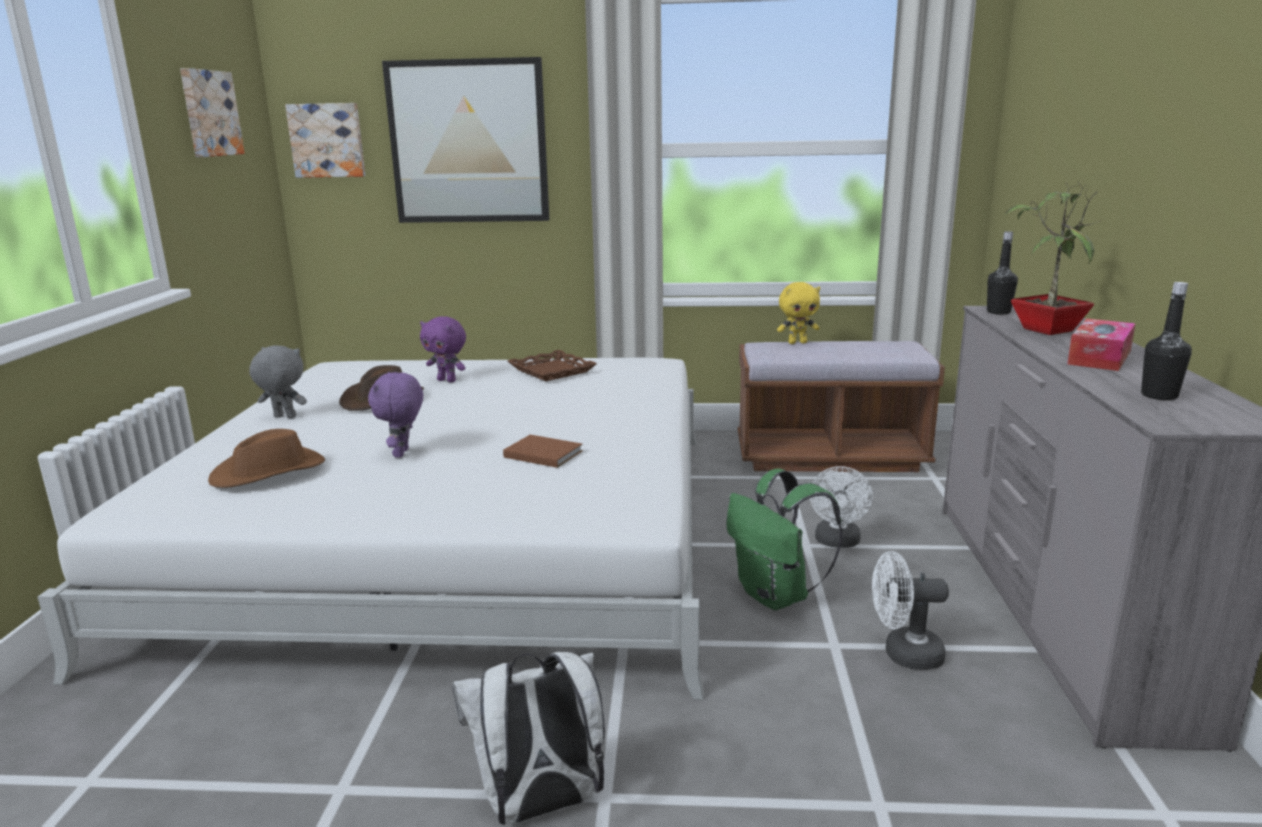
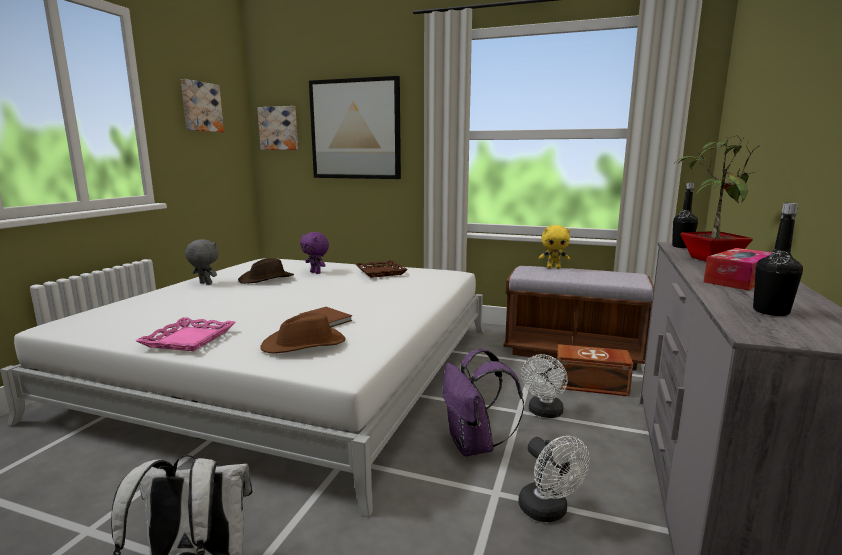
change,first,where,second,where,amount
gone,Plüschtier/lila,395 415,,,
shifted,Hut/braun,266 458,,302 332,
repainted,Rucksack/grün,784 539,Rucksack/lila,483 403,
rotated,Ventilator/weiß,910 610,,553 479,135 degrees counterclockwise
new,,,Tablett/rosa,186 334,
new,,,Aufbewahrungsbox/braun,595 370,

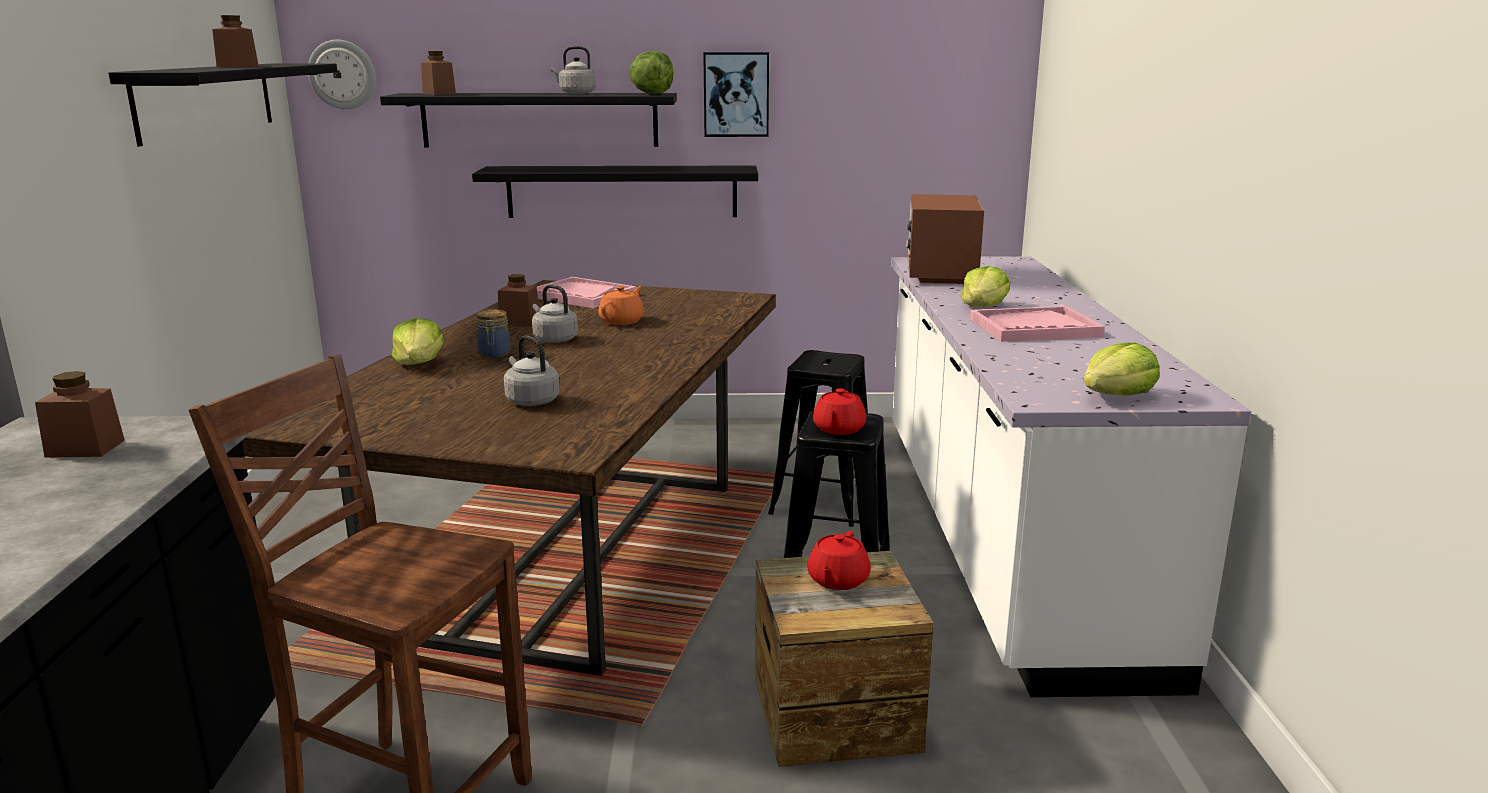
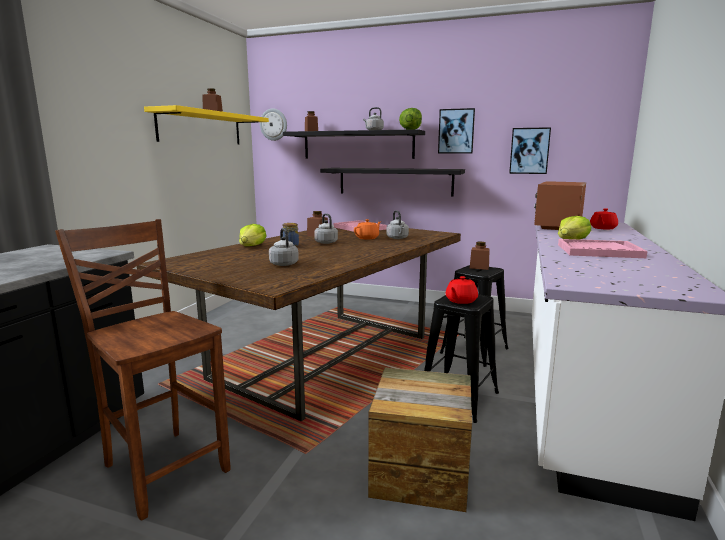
change,first,where,second,where,amount
repainted,Wandregal/schwarz,223 105,Wandregal/gelb,206 124,
gone,Salatkopf,1121 369,,,
shifted,Vorratsglas/braun,80 414,,480 256,
shifted,Teekanne/rot,839 560,,604 219,
new,,,Bild,530 150,
new,,,Wasserkessel/grau,397 224,

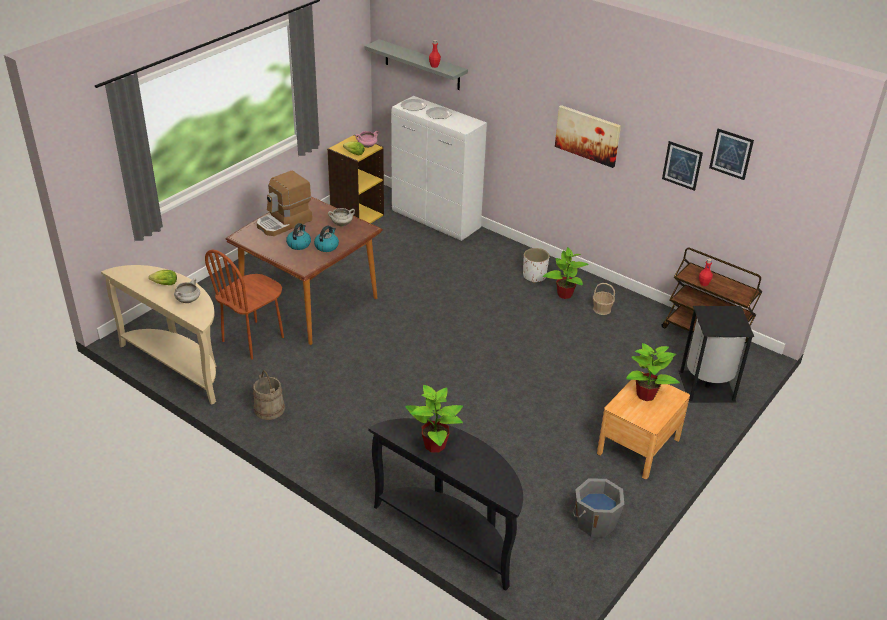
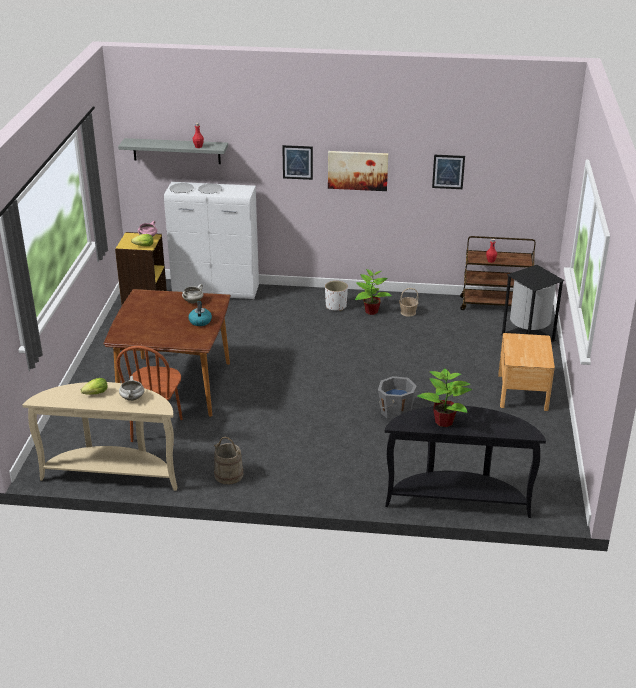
change,first,where,second,where,amount
shifted,Bild,731 154,,297 162,
gone,Kaffeemaschine,284 203,,,
gone,Wasserkessel,298 236,,,
gone,Topfpflanze,653 372,,,
shifted,Eimer/grau,598 507,,397 398,

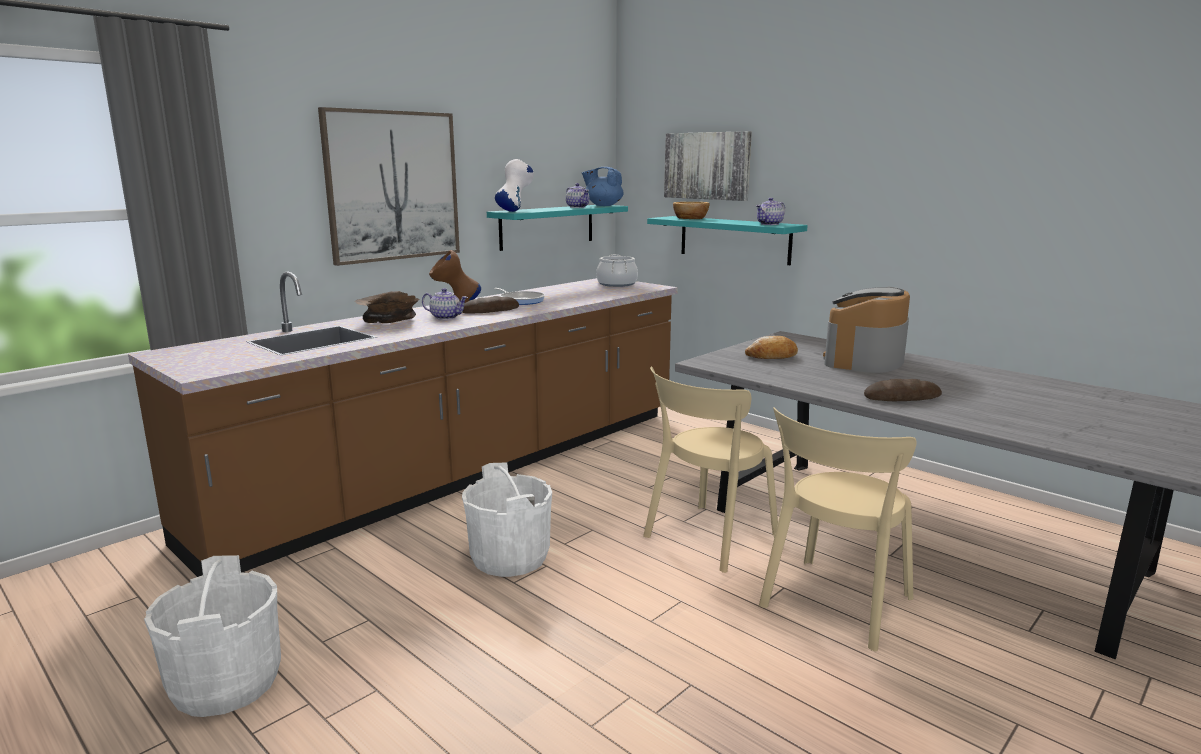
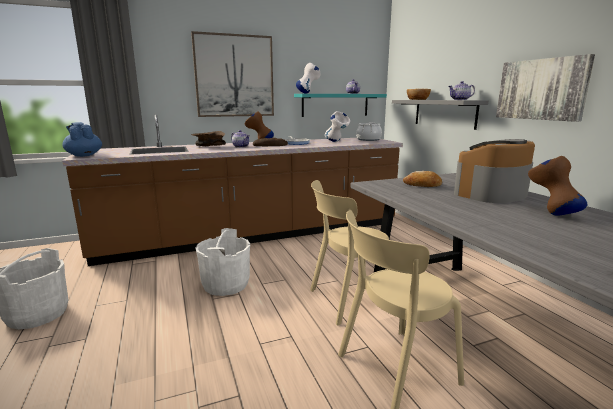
change,first,where,second,where,amount
shifted,Bild,708 166,,545 88,
shifted,Teekanne/blau,603 186,,82 139,
repainted,Wandregal/türkis,727 240,Wandregal/grau,440 115,
gone,Brot,903 390,,,
new,,,Vase/weiß,337 126,
new,,,Vase/braun,558 186,

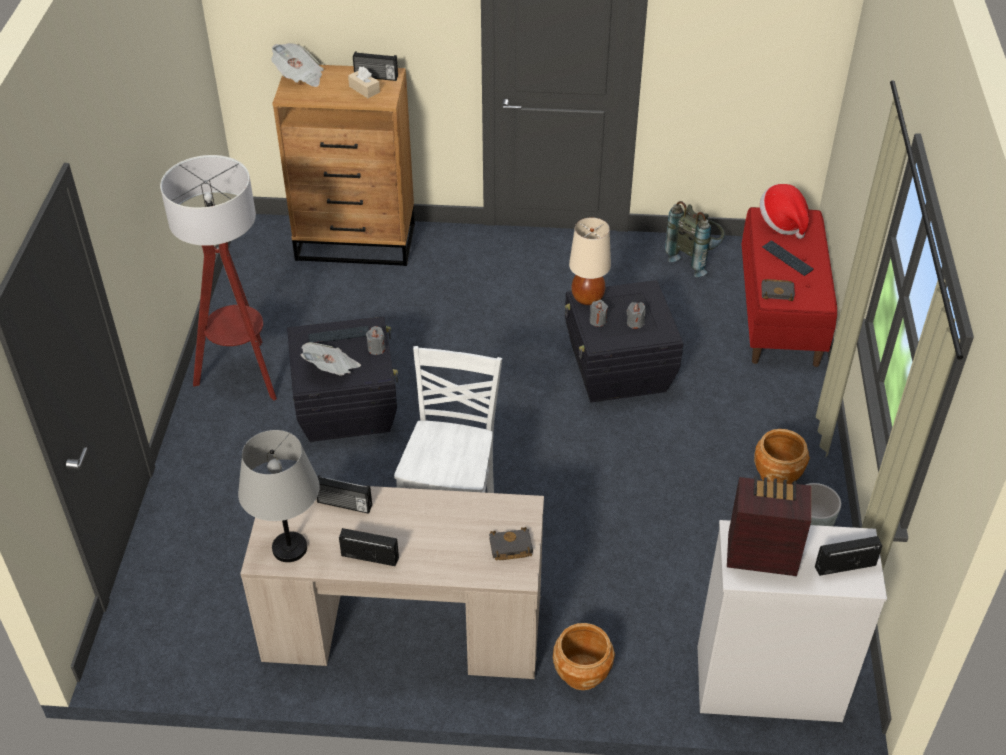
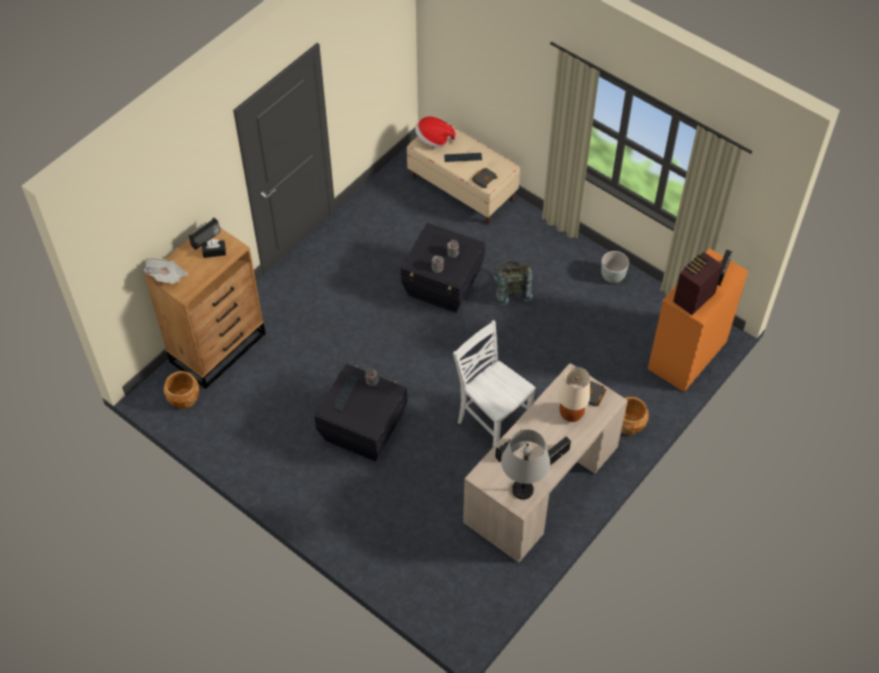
change,first,where,second,where,amount
repainted,Taschentuchbox/beige,364 82,Taschentuchbox/schwarz,214 248,
gone,Stehlampe,218 278,,,
shifted,Rucksack/grau,695 239,,513 283,
repainted,Bank/rot,789 287,Bank/beige,463 171,
shifted,Tischlampe/beige,590 261,,574 394,
gone,Zeitung,331 359,,,
shifted,Pflanzkübel/braun,782 456,,181 390,
repainted,Kommode/weiß,792 621,Kommode/orange,698 320,

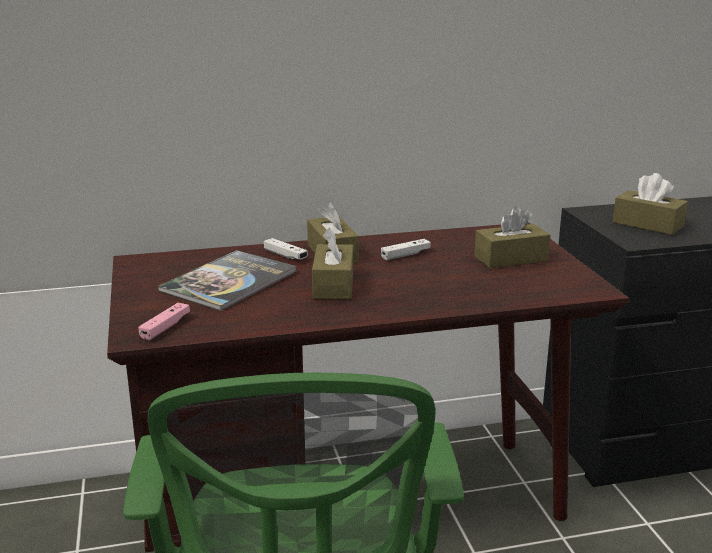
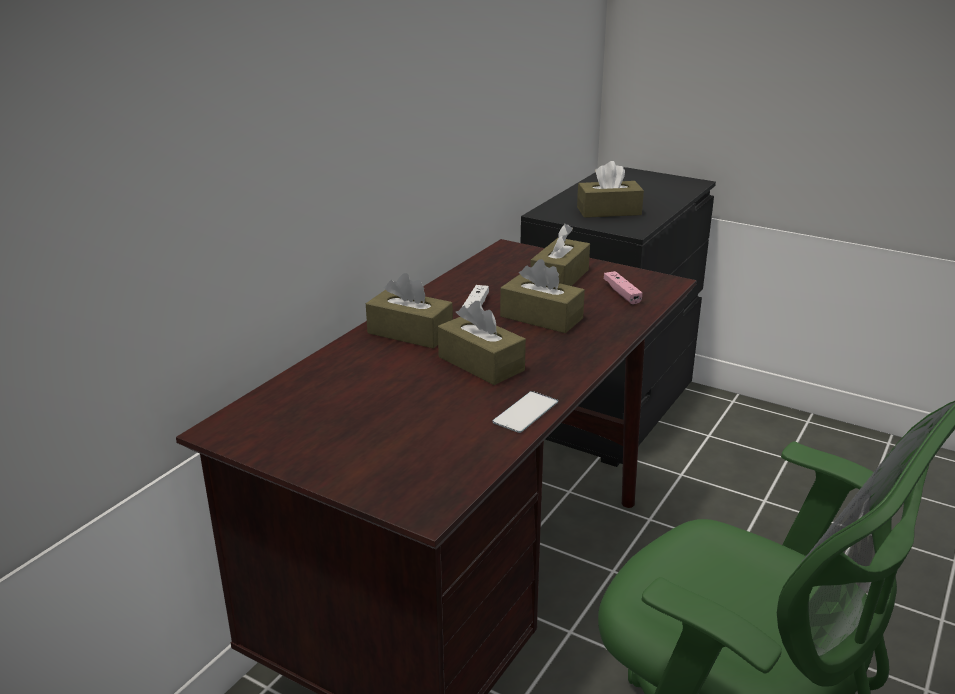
change,first,where,second,where,amount
gone,Gamepad/weiß,286 249,,,
gone,Buch,227 280,,,
shifted,Gamepad/rosa,164 321,,623 287,
new,,,Taschentuchbox/braun,542 296,
new,,,Handy,525 412,

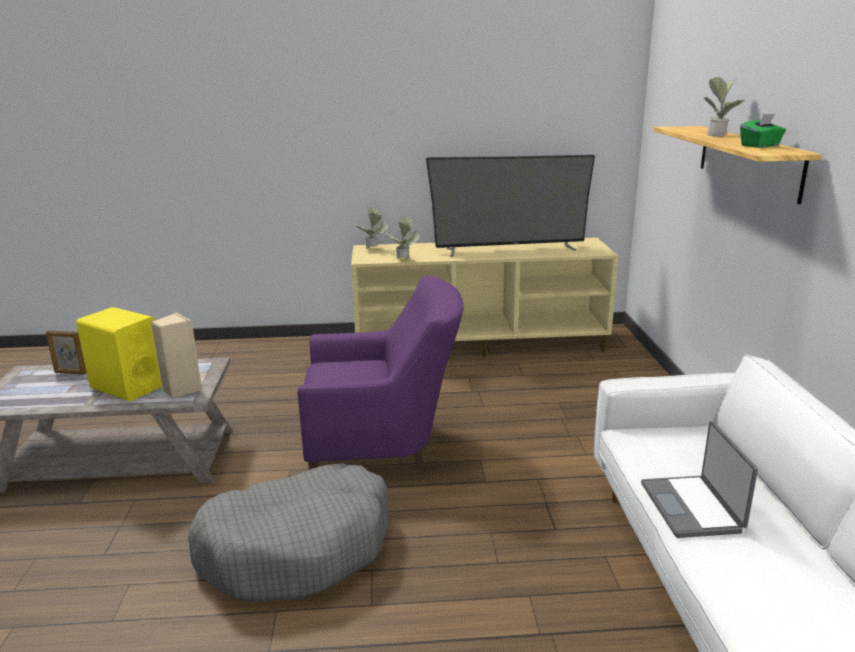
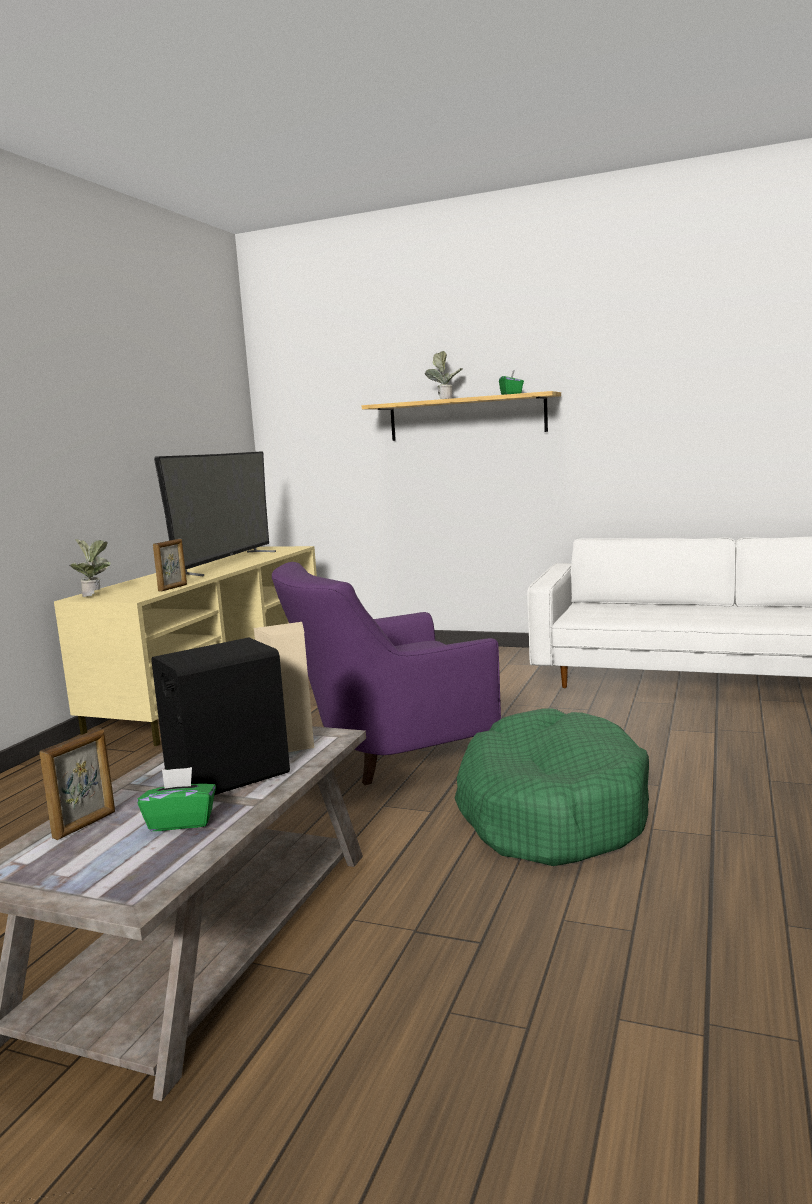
change,first,where,second,where,amount
swapped,Topfpflanze,402 237,Bilderrahmen,170 565,
rotated,Sessel/lila,380 373,,386 673,135 degrees counterclockwise
repainted,Lautsprecher/gelb,119 354,Lautsprecher/schwarz,220 716,
gone,Laptop,699 479,,,
repainted,Hundebett/grau,288 532,Hundebett/grün,552 787,
new,,,Taschentuchbox/grün,176 799,

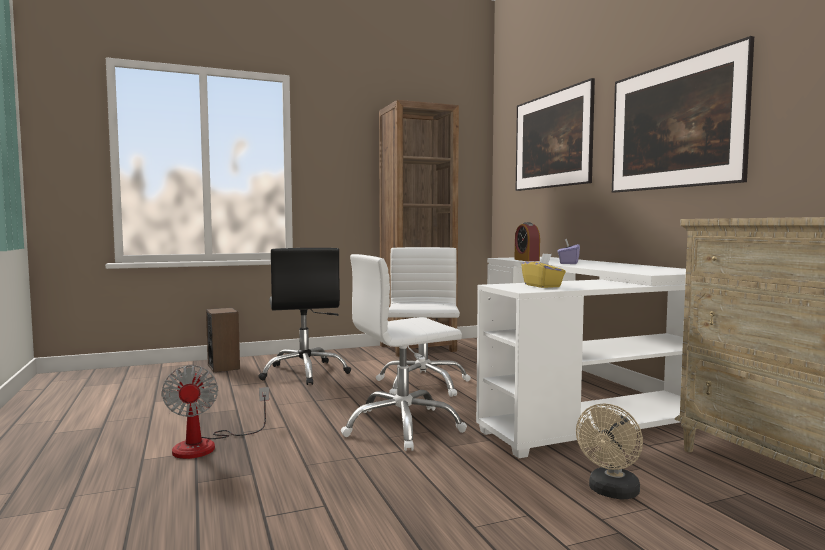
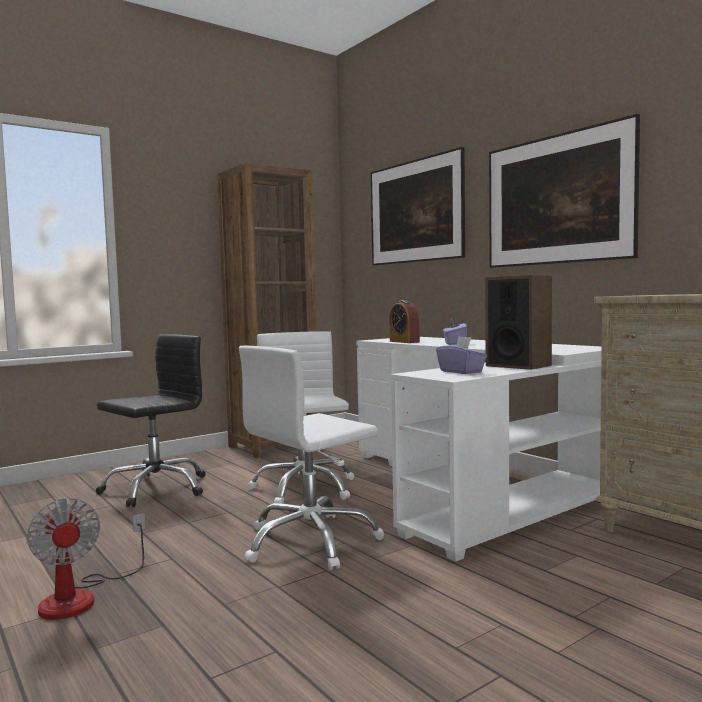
change,first,where,second,where,amount
rotated,Bürostuhl/schwarz,304 316,,150 420,105 degrees counterclockwise
repainted,Taschentuchbox/gelb,543 270,Taschentuchbox/lila,461 355,
shifted,Lautsprecher,223 340,,518 322,
gone,Ventilator/beige,609 451,,,

